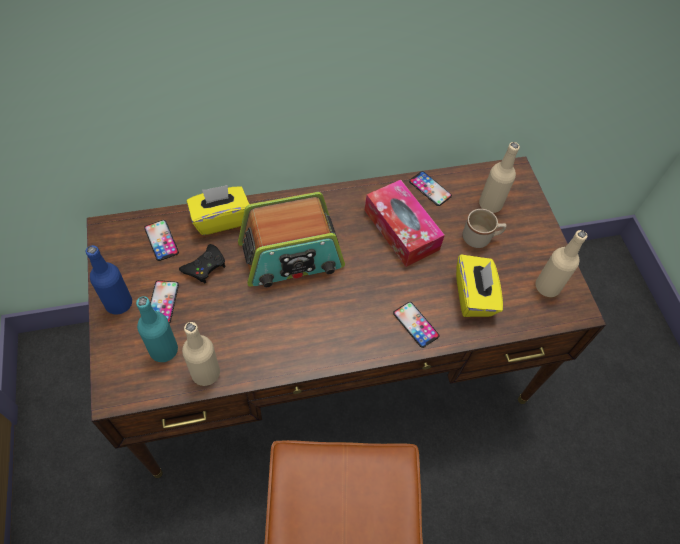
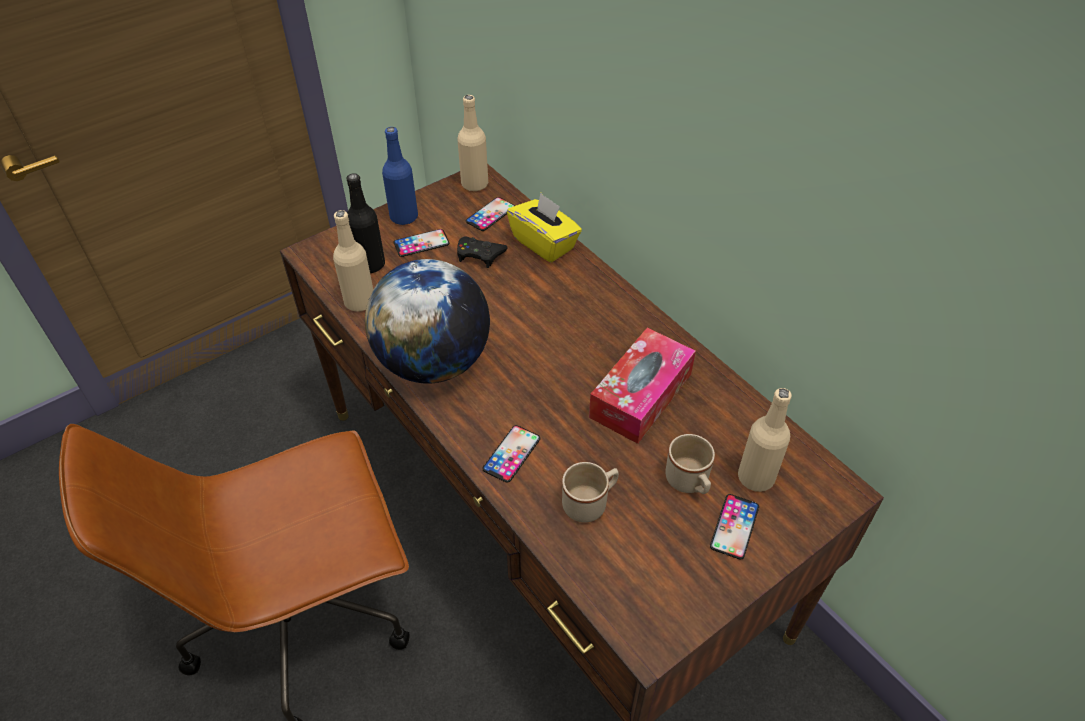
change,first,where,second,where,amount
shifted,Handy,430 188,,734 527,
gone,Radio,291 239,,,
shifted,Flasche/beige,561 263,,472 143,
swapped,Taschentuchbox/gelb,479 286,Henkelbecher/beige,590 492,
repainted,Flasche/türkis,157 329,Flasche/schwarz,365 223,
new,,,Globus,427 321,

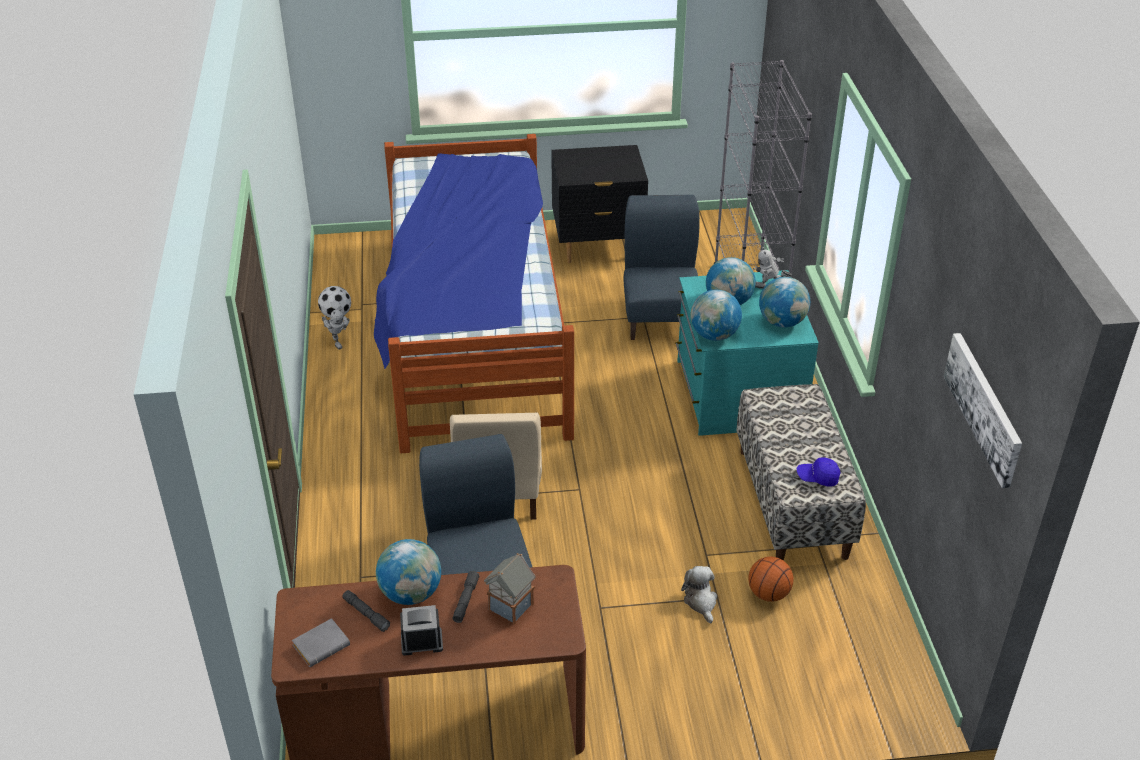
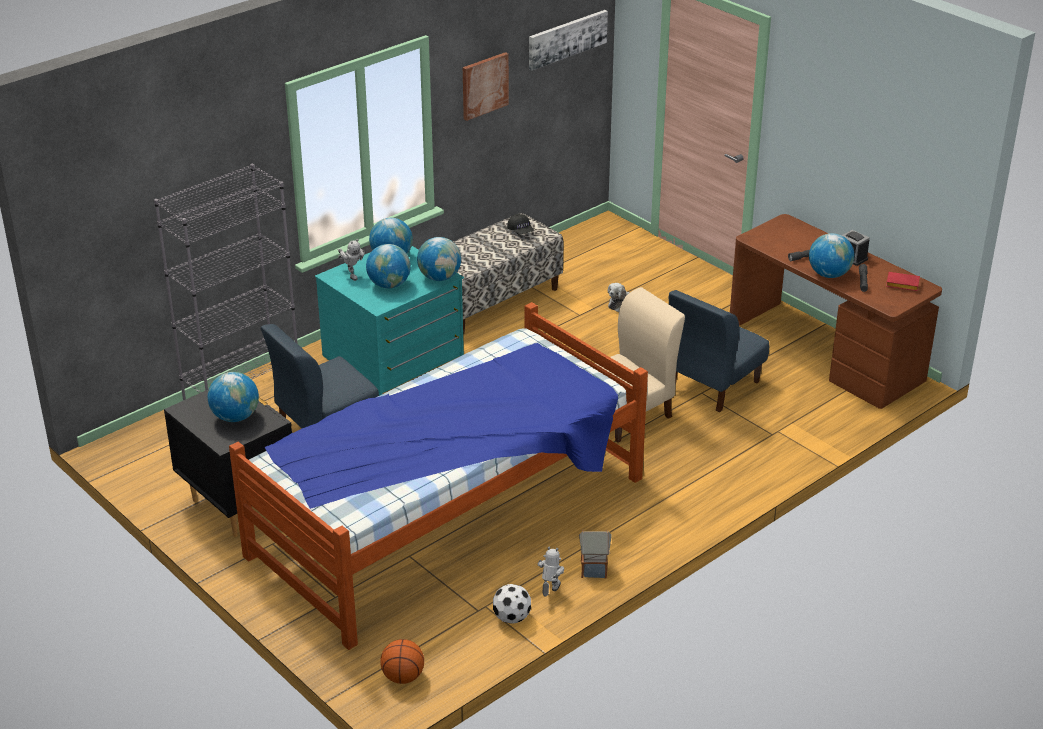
change,first,where,second,where,amount
repainted,Kappe/blau,818 472,Kappe/schwarz,520 224,
shifted,Spielzeughaus,510 588,,595 554,
shifted,Basketball,770 579,,402 661,
repainted,Buch/grau,321 642,Buch/rot,903 281,
new,,,Bild,486 86,
new,,,Globus,233 397,

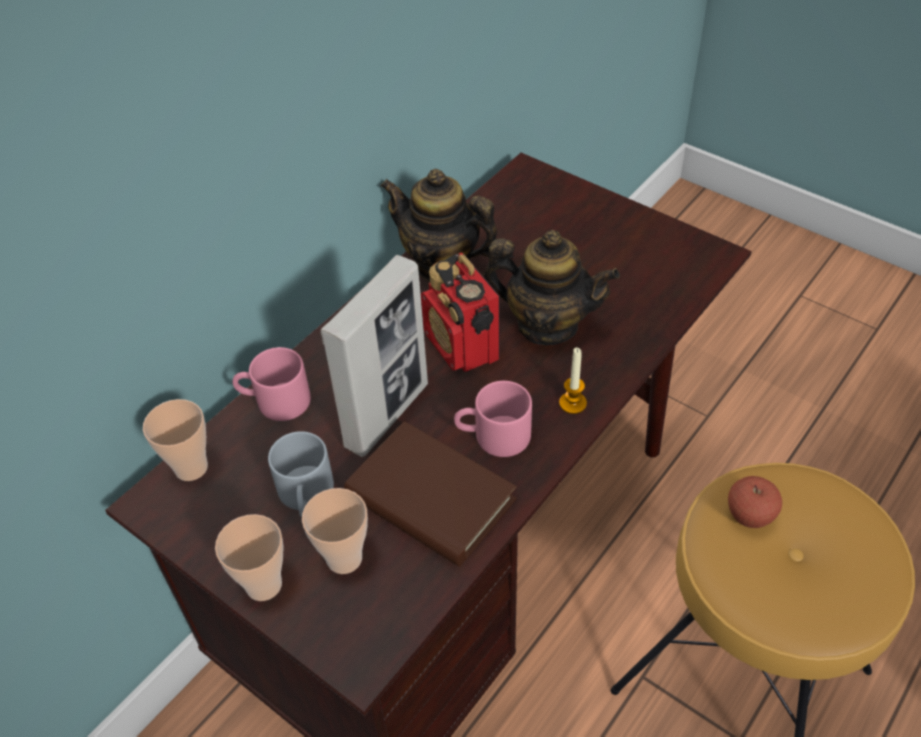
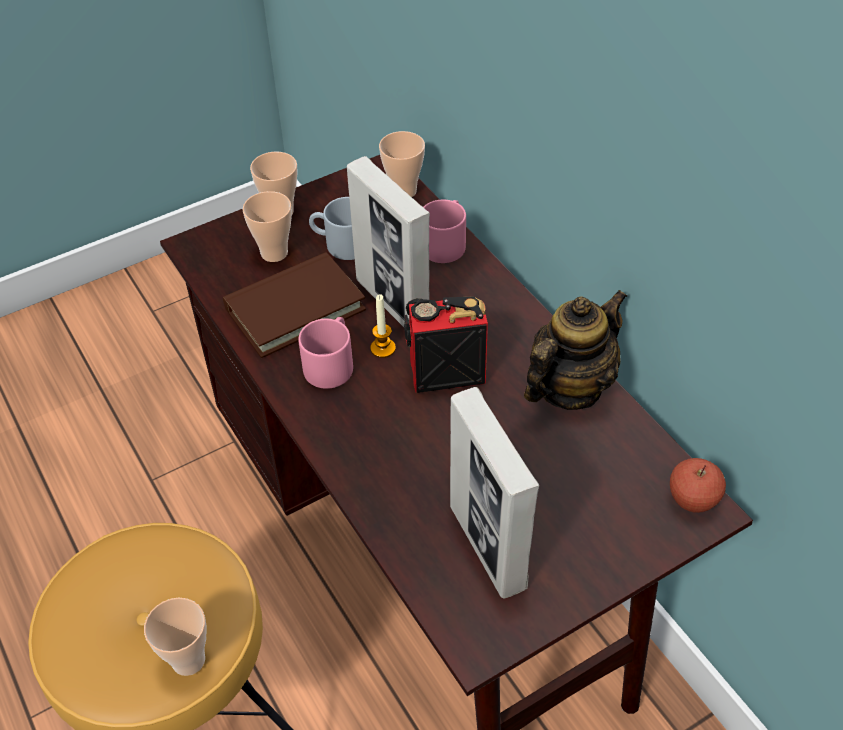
change,first,where,second,where,amount
gone,Teekanne,551 287,,,
shifted,Kerze,573 381,,383 326,
shifted,Apfel,755 502,,698 485,
new,,,Bilderrahmen,494 493,
new,,,Tasse,175 637,

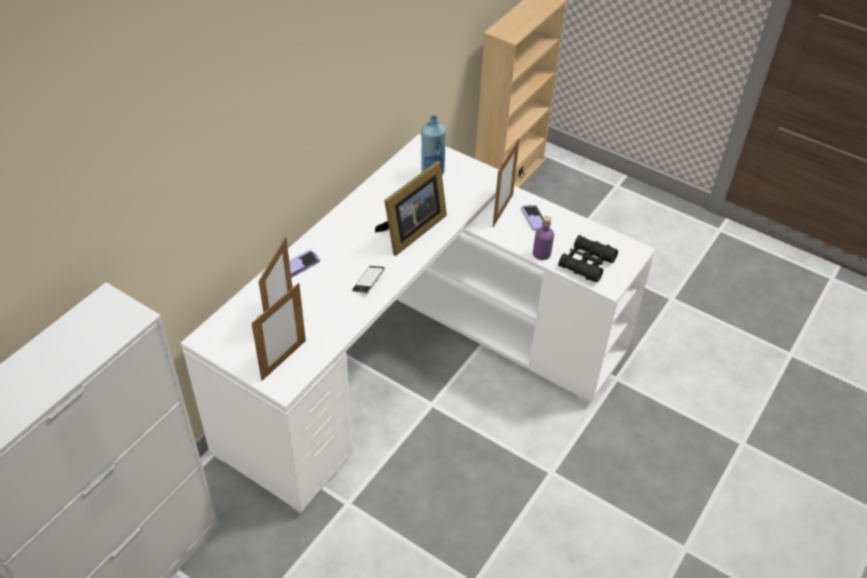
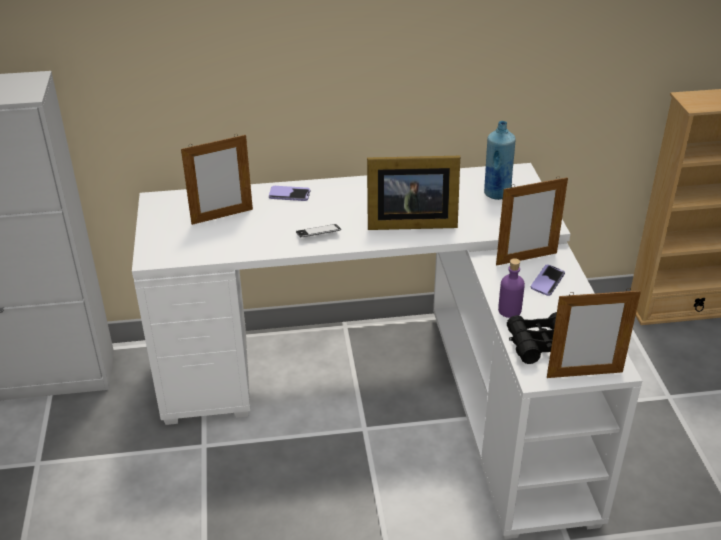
change,first,where,second,where,amount
shifted,Bilderrahmen,279 332,,594 333,

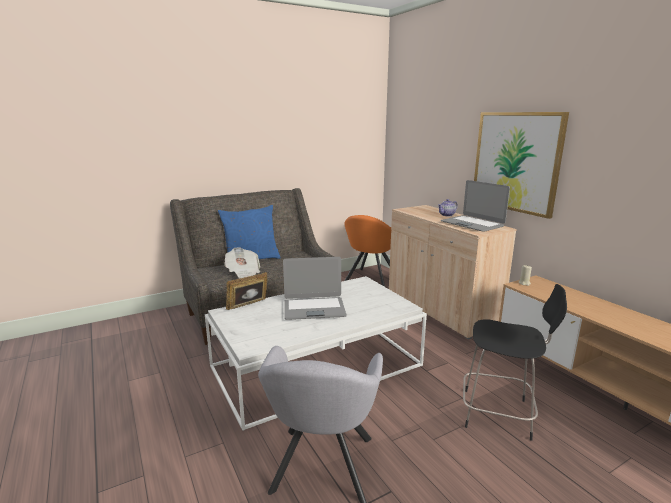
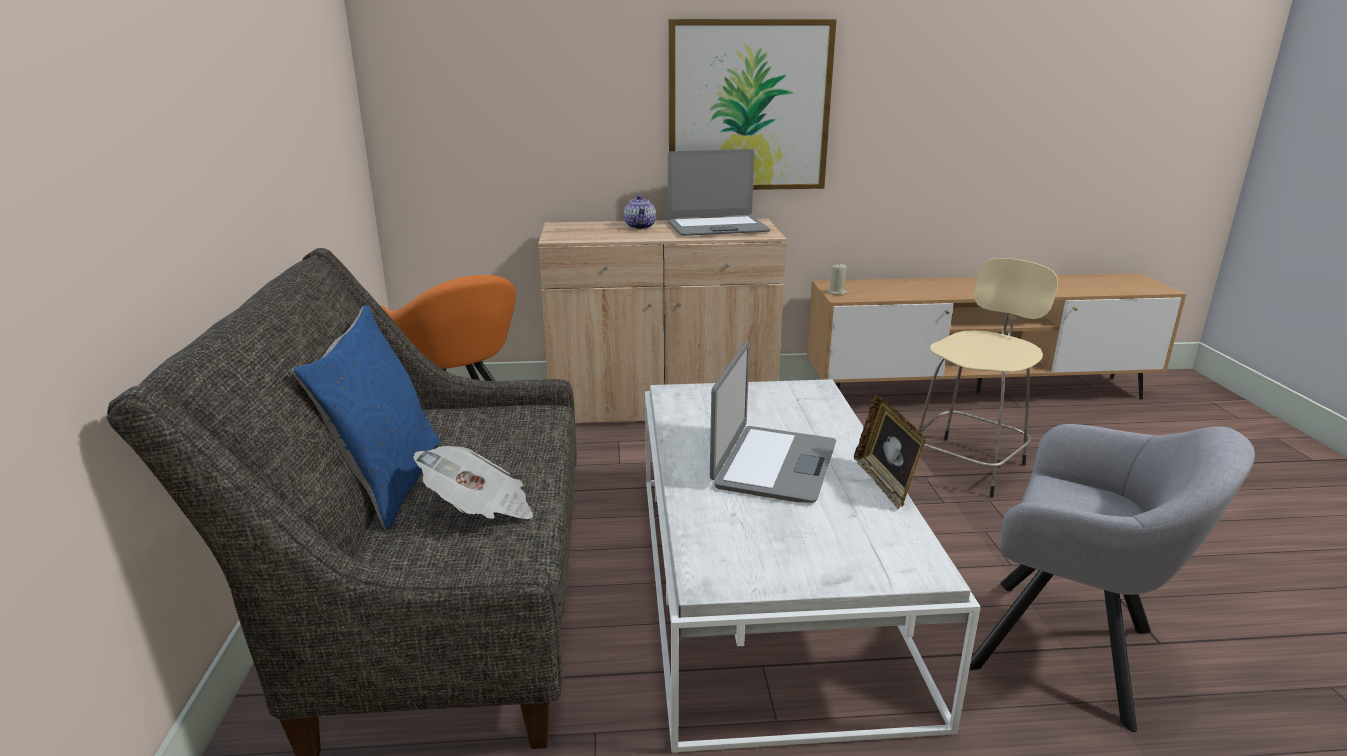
change,first,where,second,where,amount
shifted,Bilderrahmen,246 291,,890 451,
repainted,Hocker/schwarz,515 362,Hocker/beige,988 378,

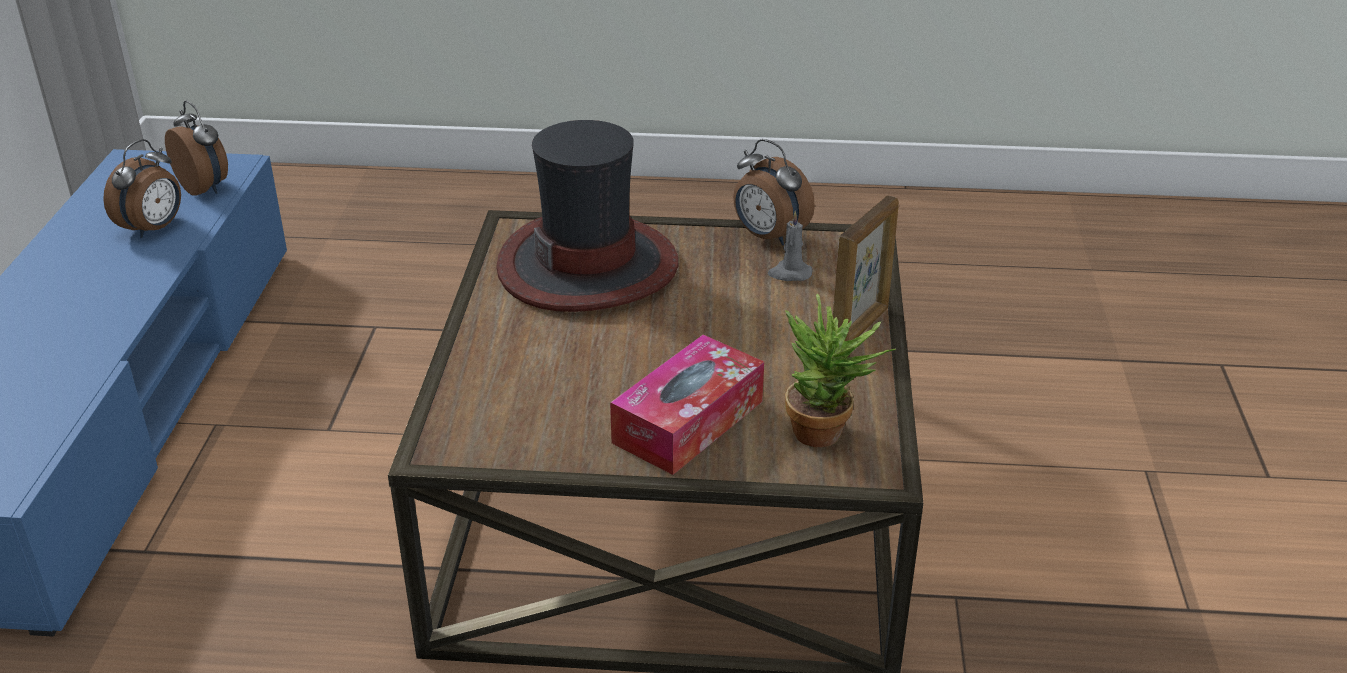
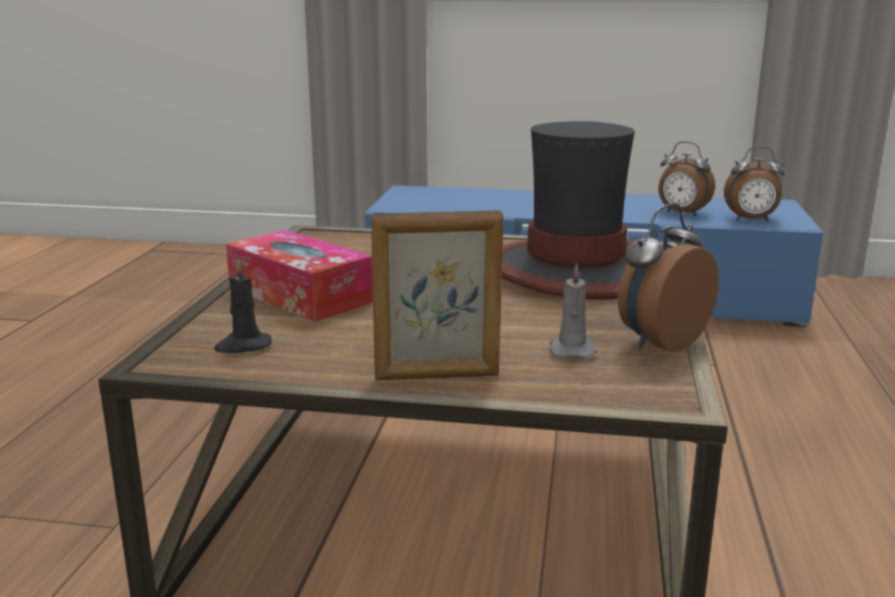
change,first,where,second,where,amount
rotated,Wecker,196 148,,754 183,45 degrees clockwise
rotated,Bilderrahmen,866 268,,437 295,45 degrees counterclockwise
swapped,Topfpflanze,840 370,Kerze/schwarz,243 306,

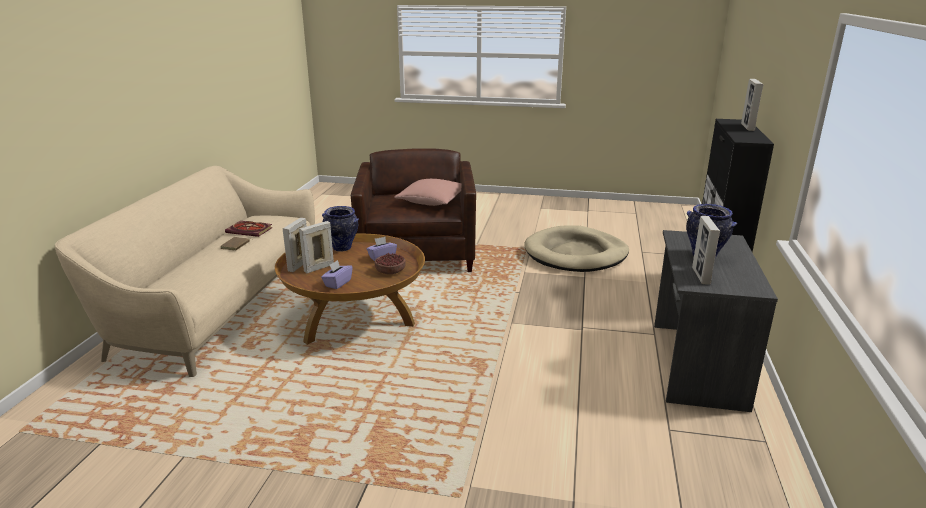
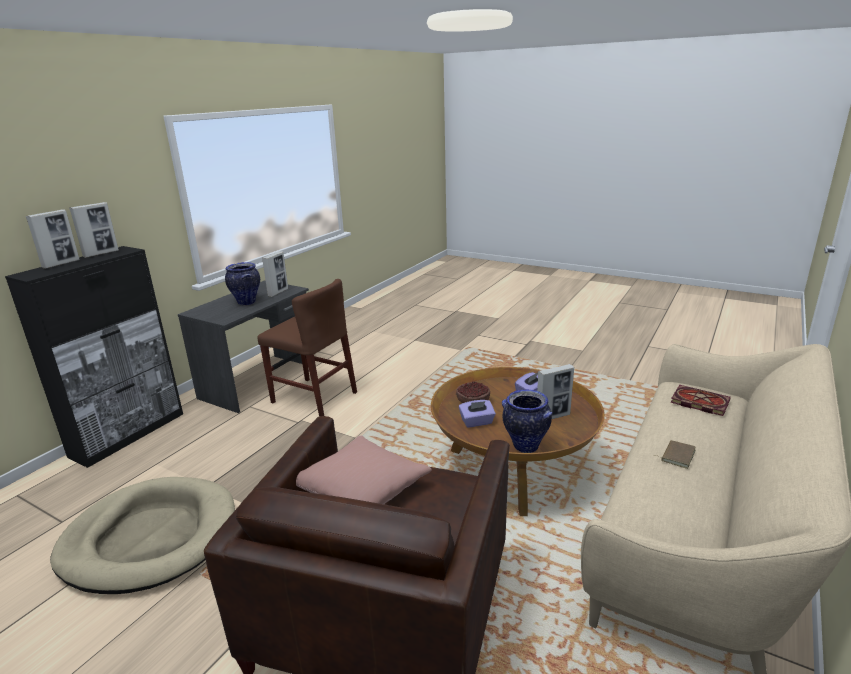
change,first,where,second,where,amount
shifted,Bilderrahmen,295 245,,94 230,
shifted,Buch,249 229,,701 400,
new,,,Stuhl/braun,307 348,

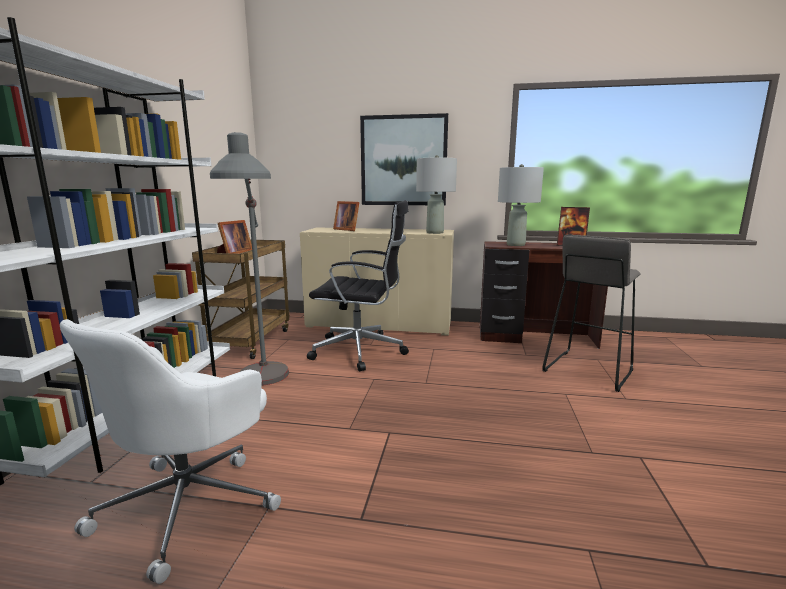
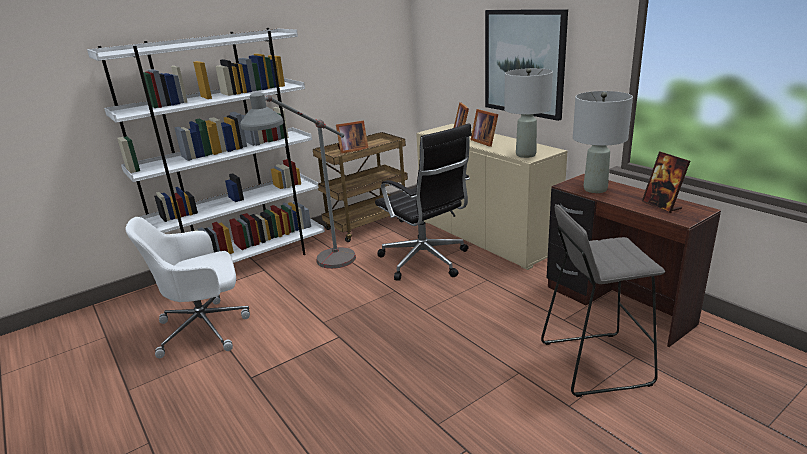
change,first,where,second,where,amount
new,,,Bilderrahmen,484 128,

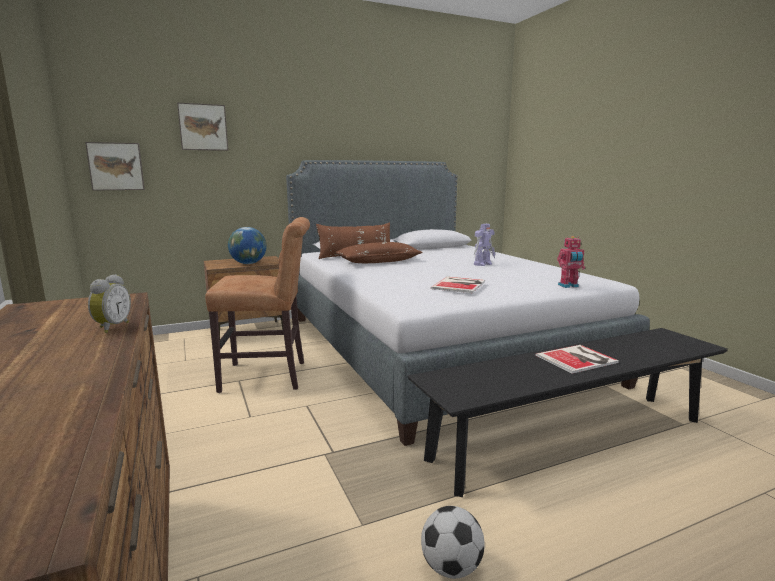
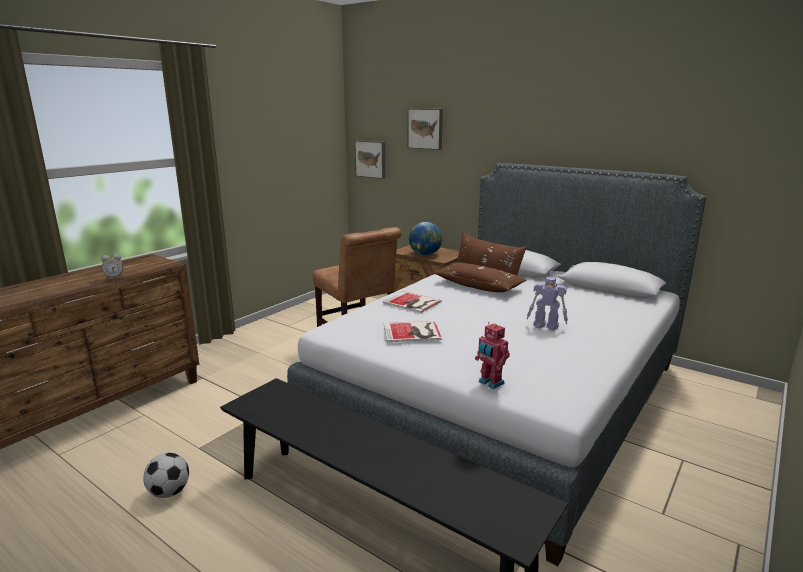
change,first,where,second,where,amount
shifted,Buch,577 359,,412 302,

